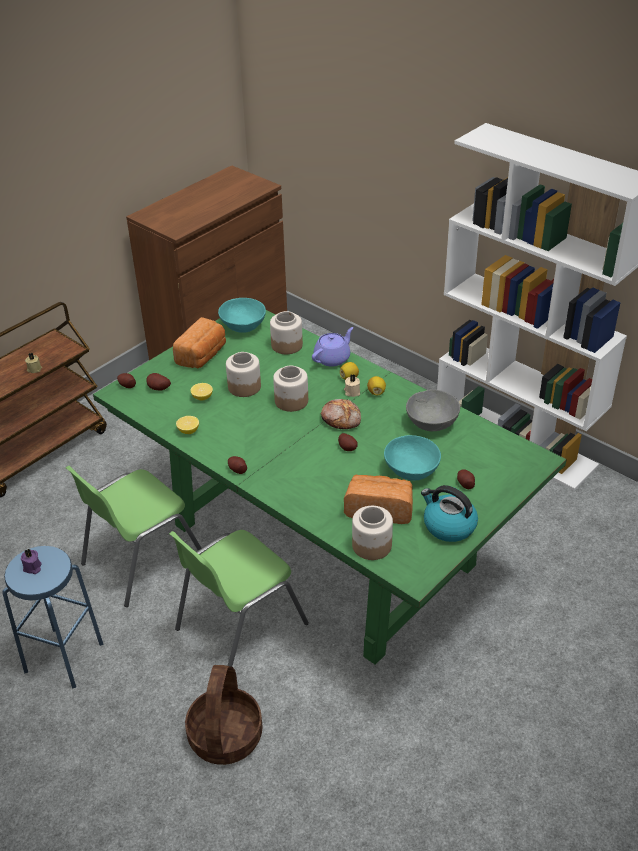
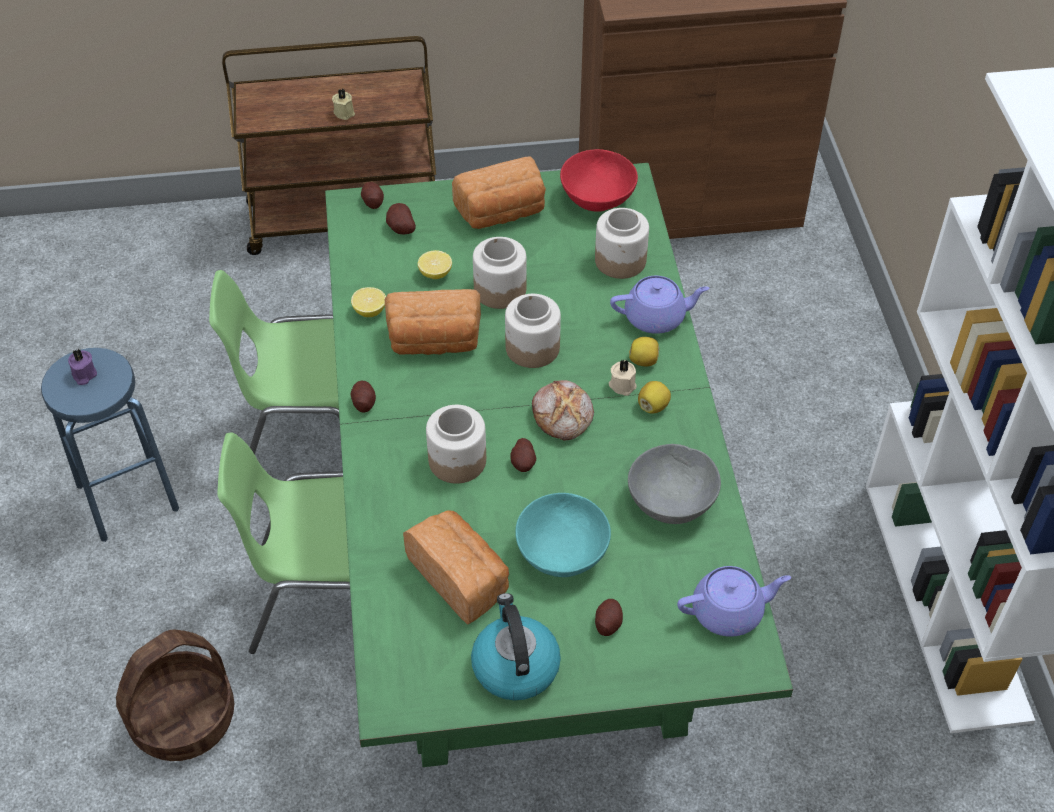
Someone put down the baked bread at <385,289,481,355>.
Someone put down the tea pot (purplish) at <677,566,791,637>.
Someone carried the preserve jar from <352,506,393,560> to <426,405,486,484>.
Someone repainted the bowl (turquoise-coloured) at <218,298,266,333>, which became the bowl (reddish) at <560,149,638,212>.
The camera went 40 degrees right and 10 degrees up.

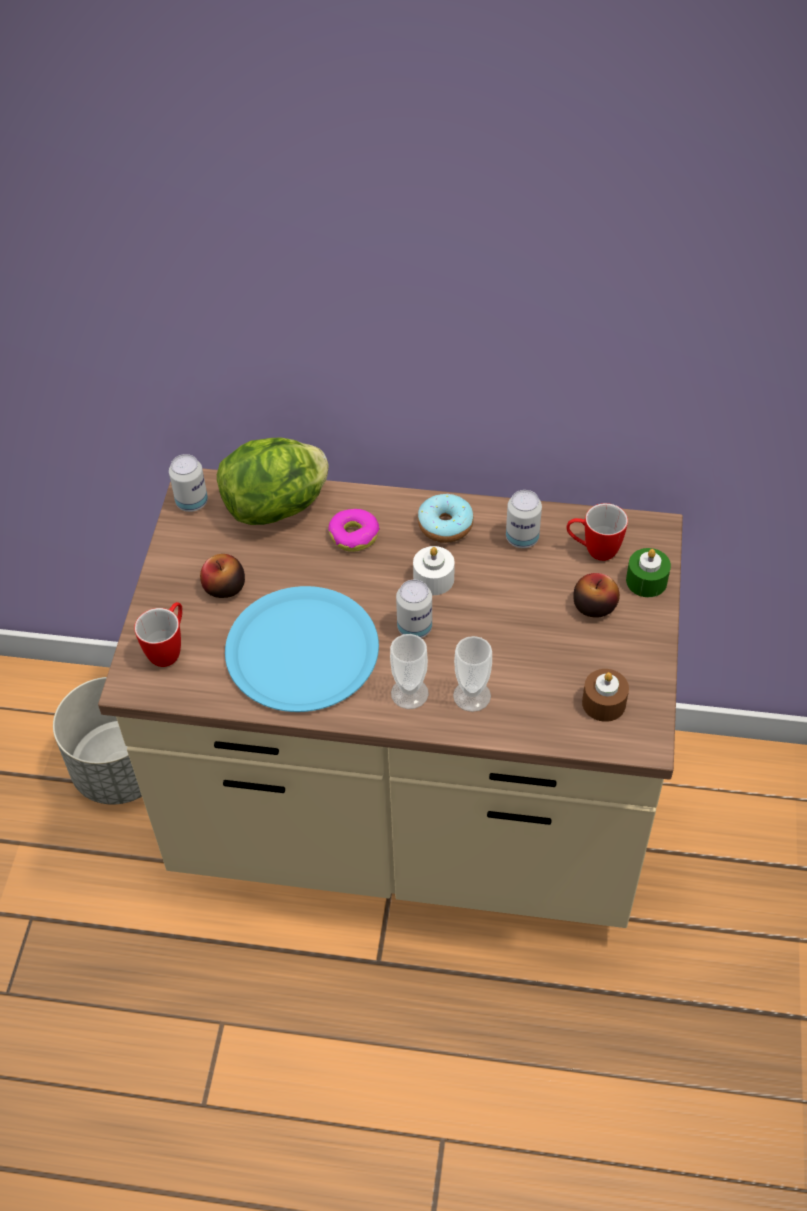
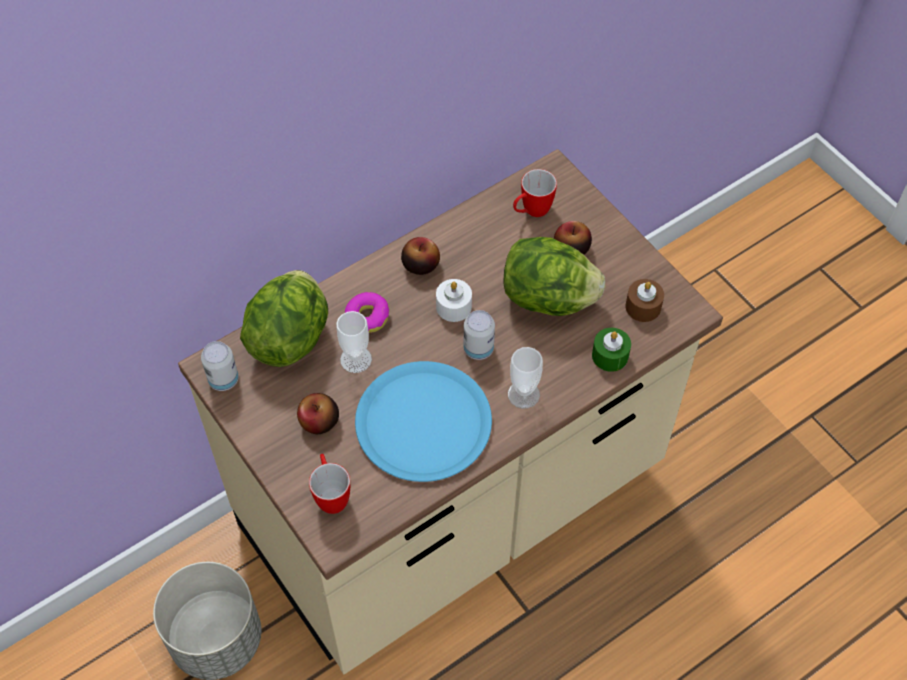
Someone took away the metal can at <506,490,542,548>.
Someone put down the lettuce head at <503,237,605,316>.
Someone carried the small cup from <453,636,492,712> to <336,311,372,373>.
Someone carried the candle (greenish) from <626,548,671,597> to <592,328,631,372>.
Someone swapped the donut at <418,493,474,543> for the whole apple at <401,237,440,275>.
The camera went 45 degrees left and 5 degrees up.

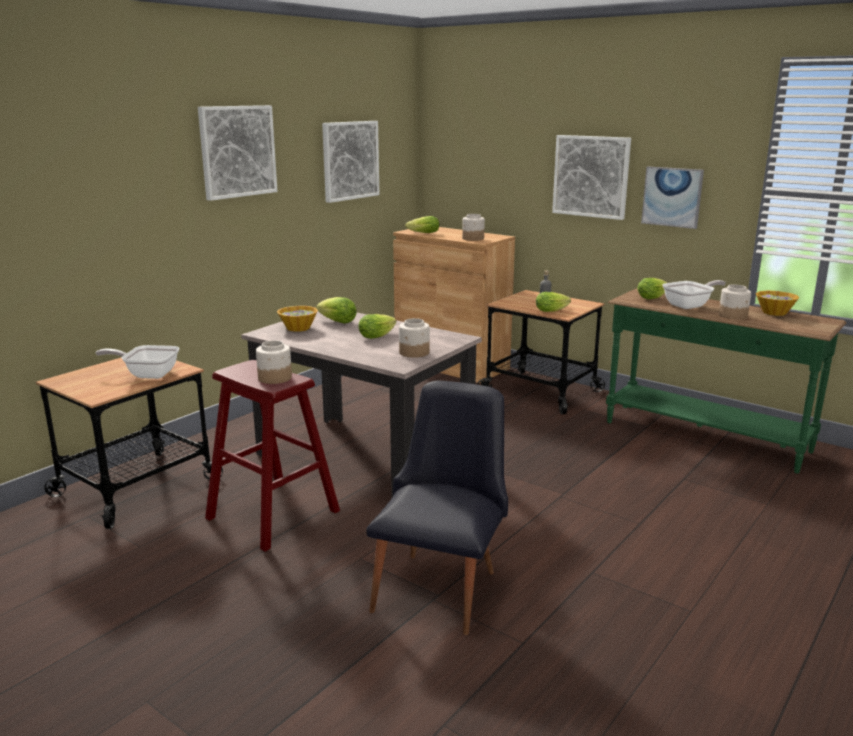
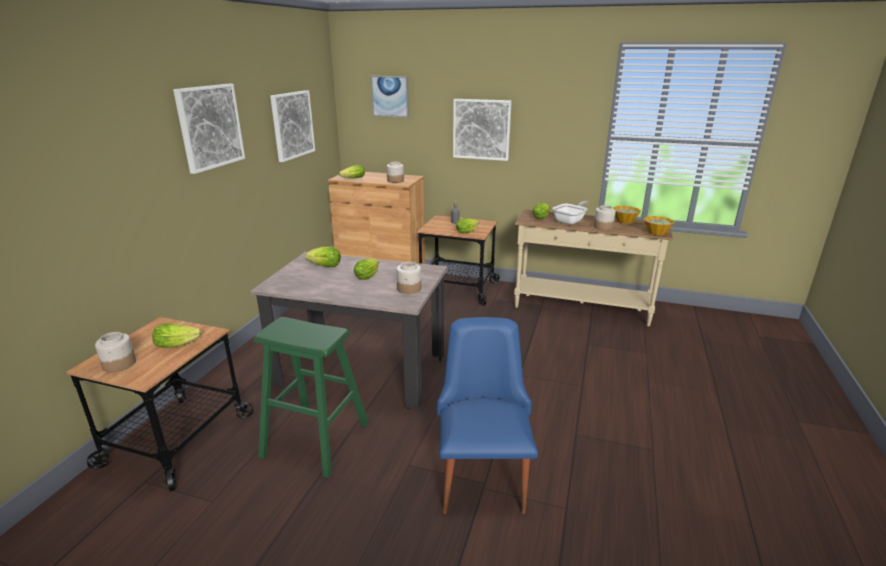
Someone carried the preserve jar from <256,340,292,384> to <95,332,136,373>.
Someone carried the bowl from <277,306,318,332> to <644,216,675,235>.
Someone carried the wall art from <641,166,704,229> to <371,76,409,118>.
Someone swapped the frying pan at <96,345,179,379> for the lettuce head at <152,323,201,348>.
Someone repainted the stool seat (reddish) at <205,360,340,552>, which became the stool seat (greenish) at <253,317,369,478>.
Someone repainted the plain chair (black) at <366,381,508,635>, which became the plain chair (blue) at <437,317,538,514>.
Someone repainted the console table (greenish) at <606,288,846,474>, which became the console table (sand-coloured) at <514,210,673,326>.
The camera went 20 degrees left and 5 degrees up.

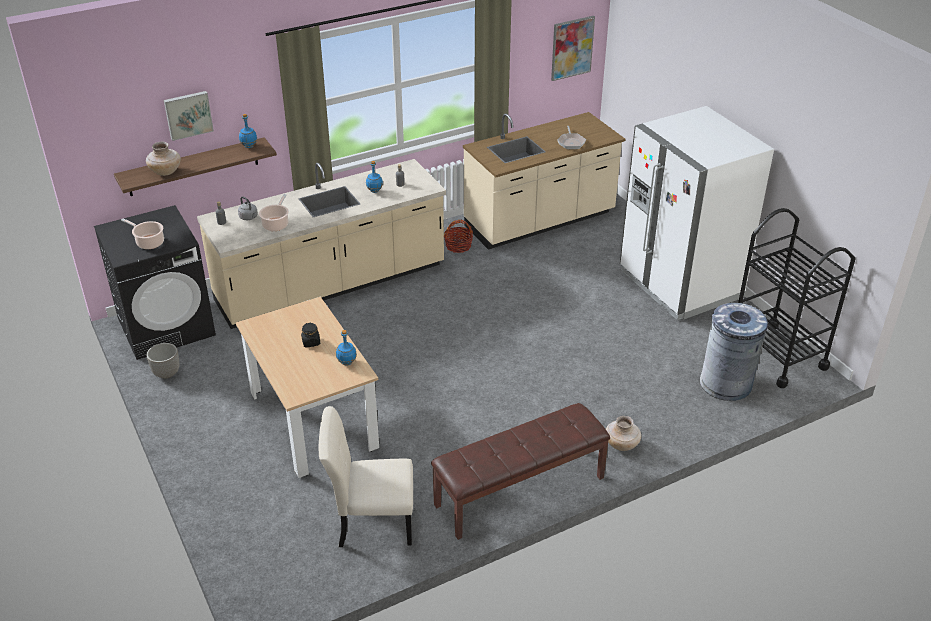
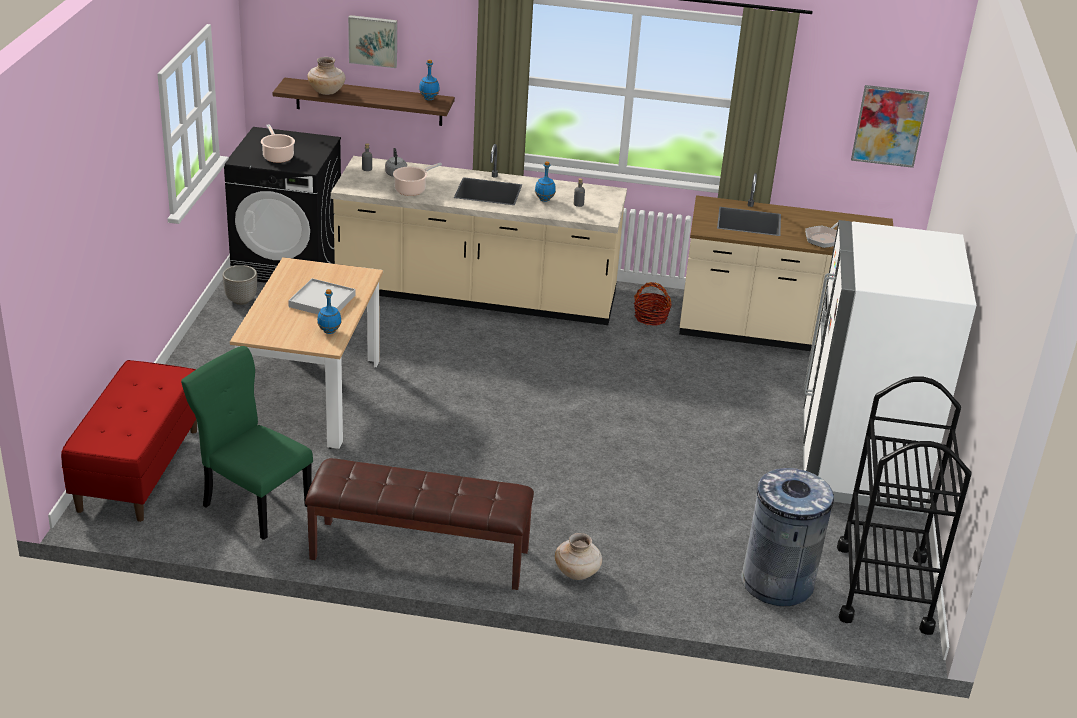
Someone put down the indoor bench (reddish) at <61,360,197,522>.
Someone swapped the preserve jar (black) at <301,323,320,348> for the tray (whitish) at <288,278,356,314>.
Someone repainted the plain chair (sand-coloured) at <319,406,413,547>, which became the plain chair (greenish) at <181,346,313,540>.
The camera went 35 degrees right and 5 degrees down.

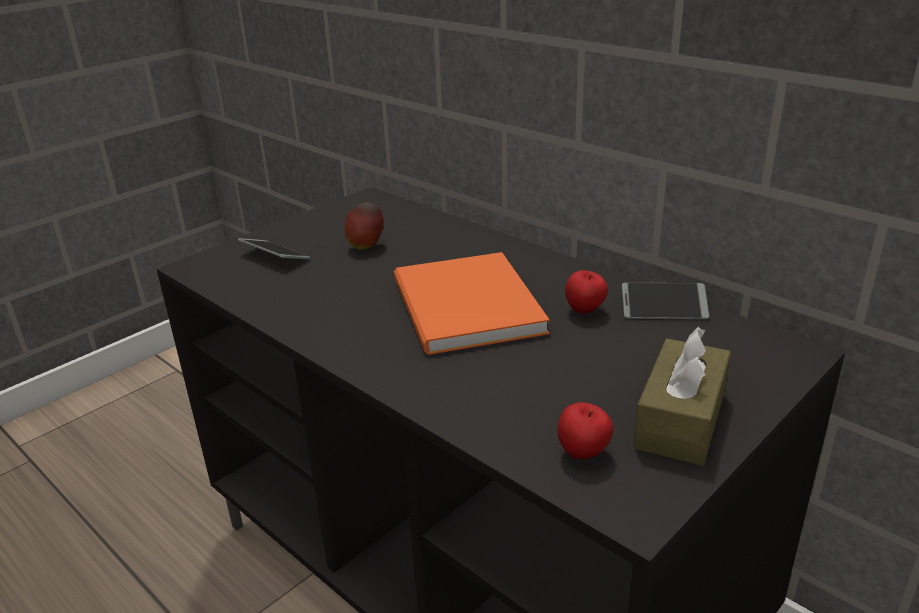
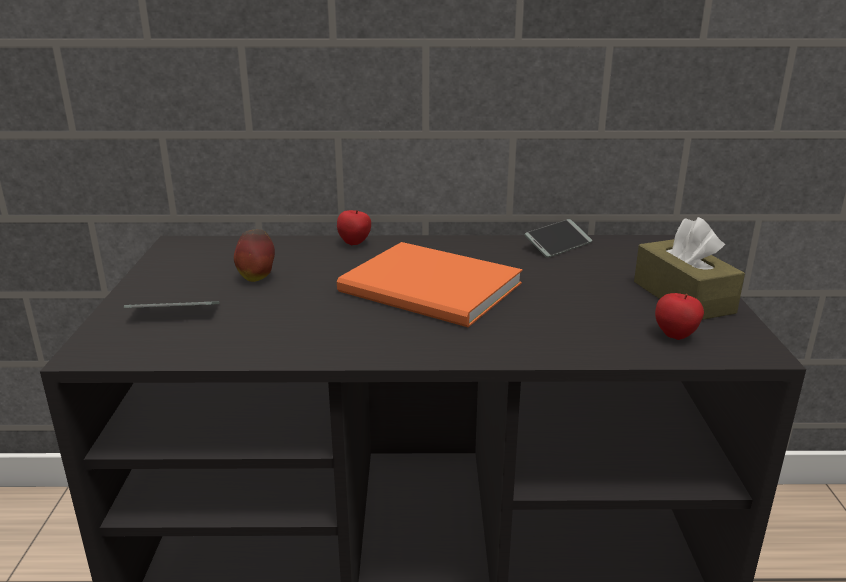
Someone carried the whole apple from <565,270,608,314> to <337,210,371,245>.
The camera went 45 degrees left and 5 degrees down.

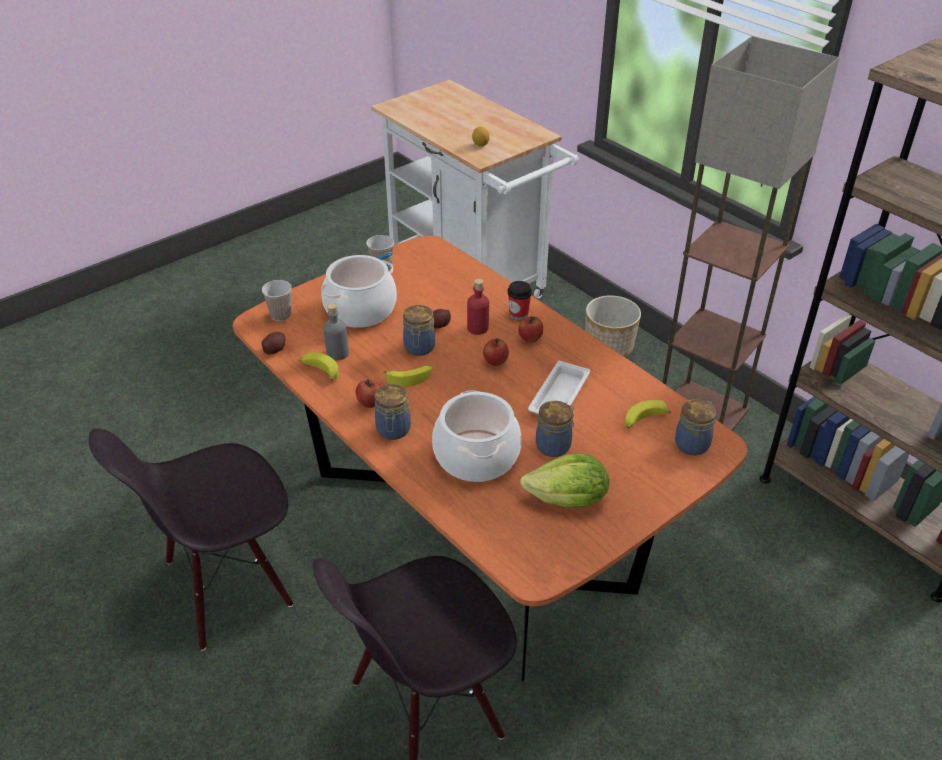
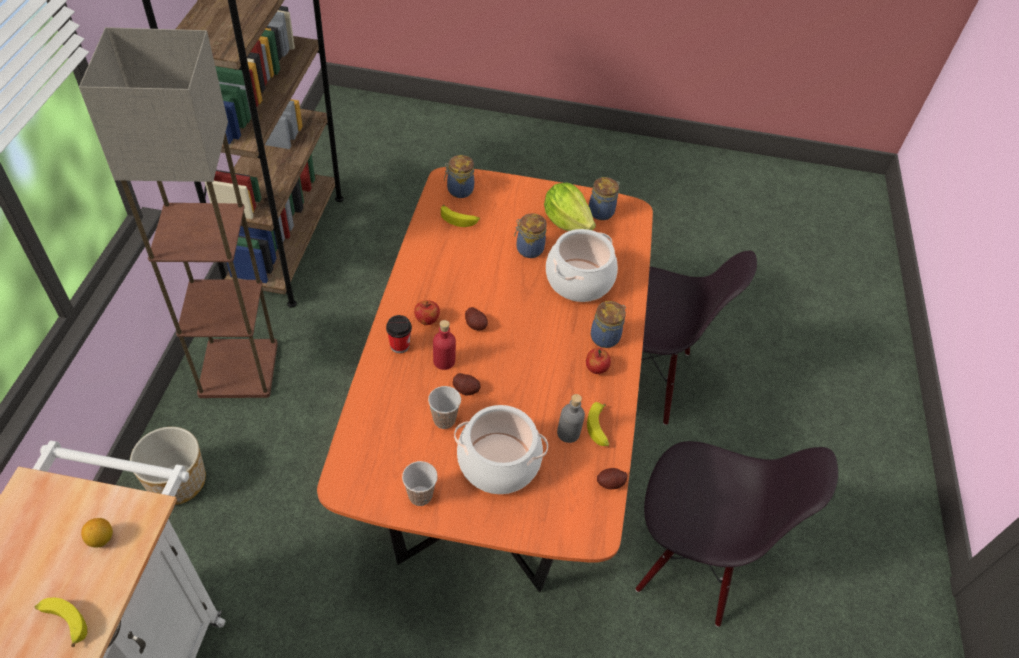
Someone took away the tray (whitish) at <528,361,590,415>.
Someone carried the small cup from <262,280,292,321> to <428,386,461,429>.
Someone carried the banana from <384,365,433,387> to <35,598,87,647>.
Someone carried the preserve jar from <403,305,435,356> to <589,177,620,220>.
Someone swapped the whole apple at <483,338,509,366> for the spud at <465,307,488,330>.
The camera went 135 degrees left and 10 degrees up.

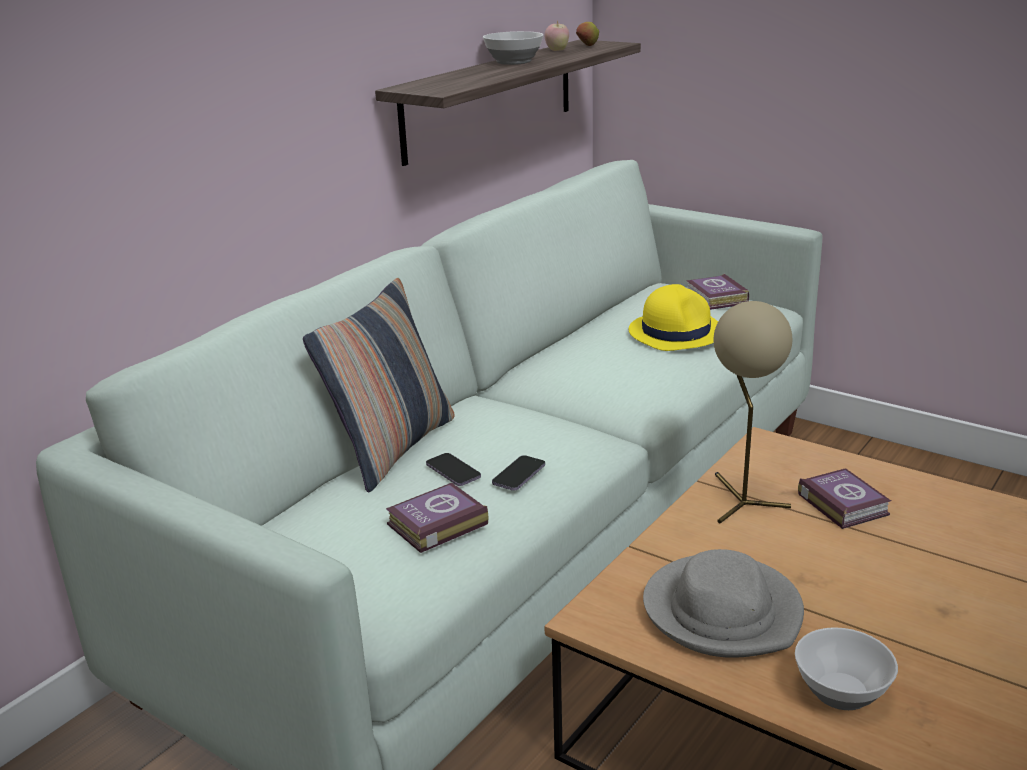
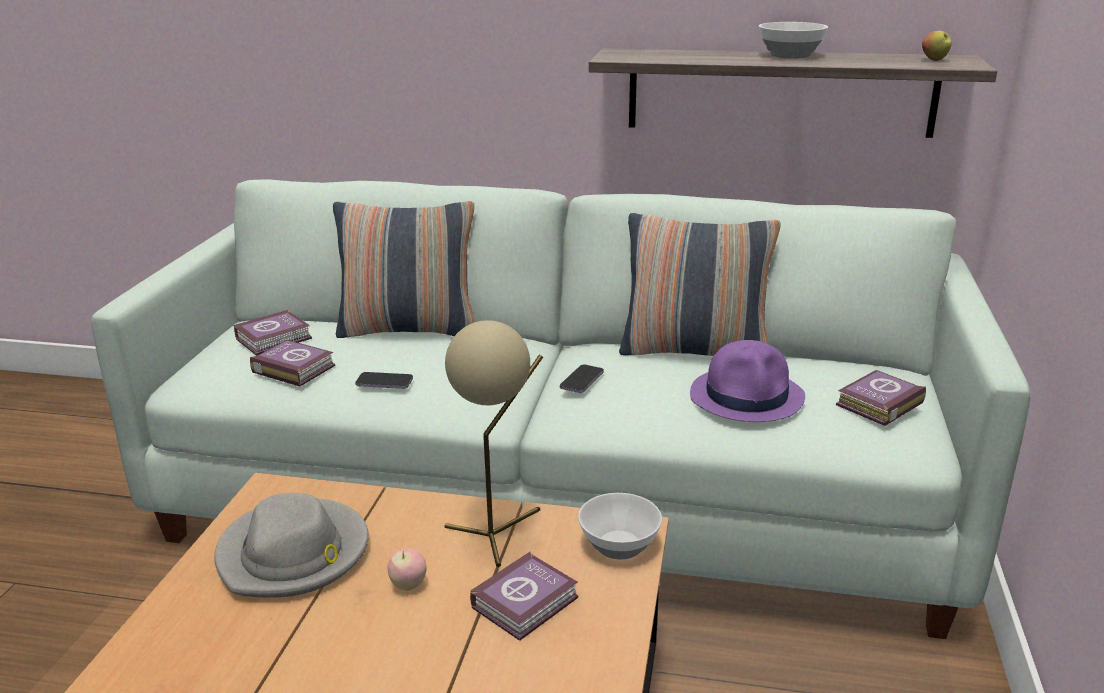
Someone put down the bound book at <234,310,312,356>.
Someone put down the pillow at <619,213,781,356>.
Someone carried the telephone from <426,453,481,486> to <560,364,604,393>.
Someone carried the whole apple from <544,21,569,51> to <387,548,427,591>.
Someone carried the bowl from <795,627,898,710> to <578,493,662,560>.
Someone repainted the wearable hat (yellow) at <629,284,718,351>, which became the wearable hat (purplish) at <690,340,805,422>.
The camera went 65 degrees right and 0 degrees up.

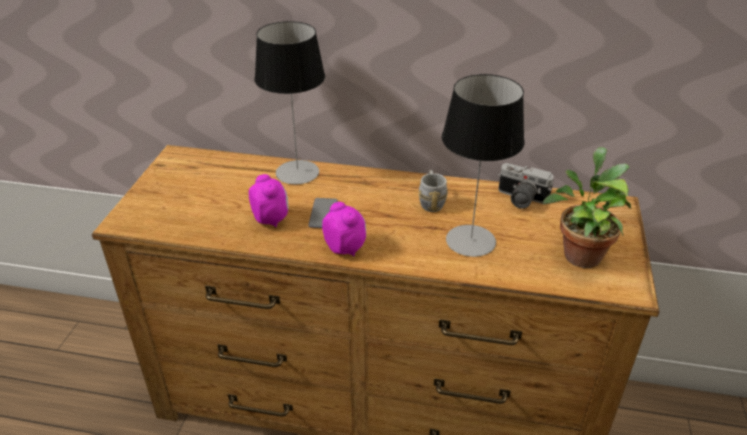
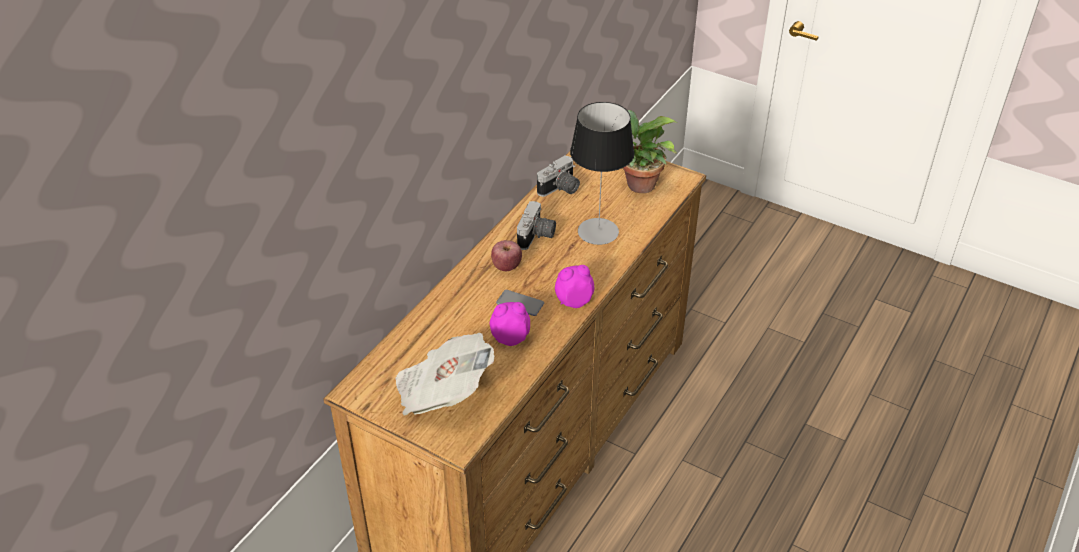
Someone took away the tabletop lamp at <254,21,325,184>.
Someone put down the newspaper at <395,333,494,415>.
Someone put down the whole apple at <491,240,522,271>.
Someone swapped the mug (gray) at <419,170,448,212> for the photo camera at <517,201,556,250>.
The camera went 70 degrees left and 5 degrees up.

